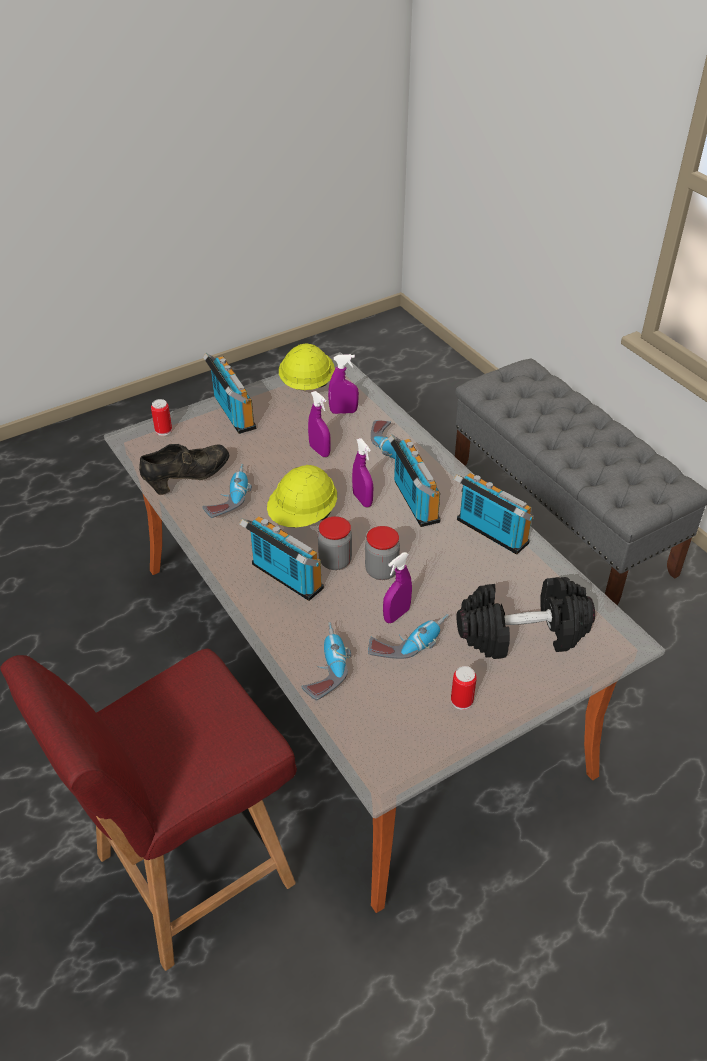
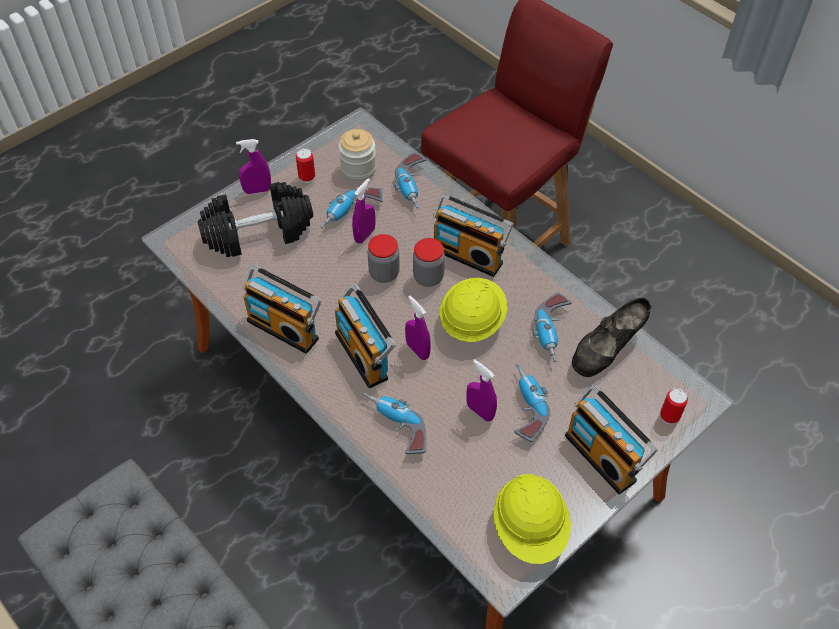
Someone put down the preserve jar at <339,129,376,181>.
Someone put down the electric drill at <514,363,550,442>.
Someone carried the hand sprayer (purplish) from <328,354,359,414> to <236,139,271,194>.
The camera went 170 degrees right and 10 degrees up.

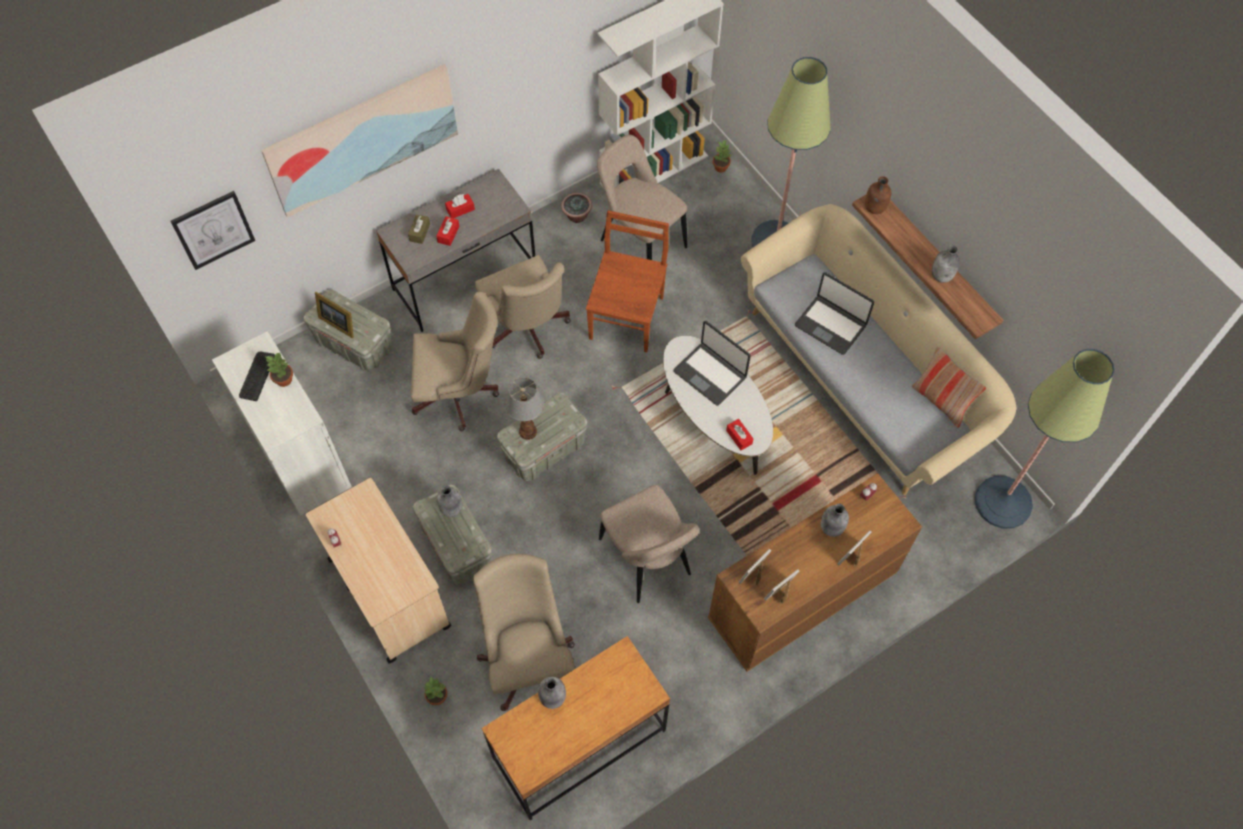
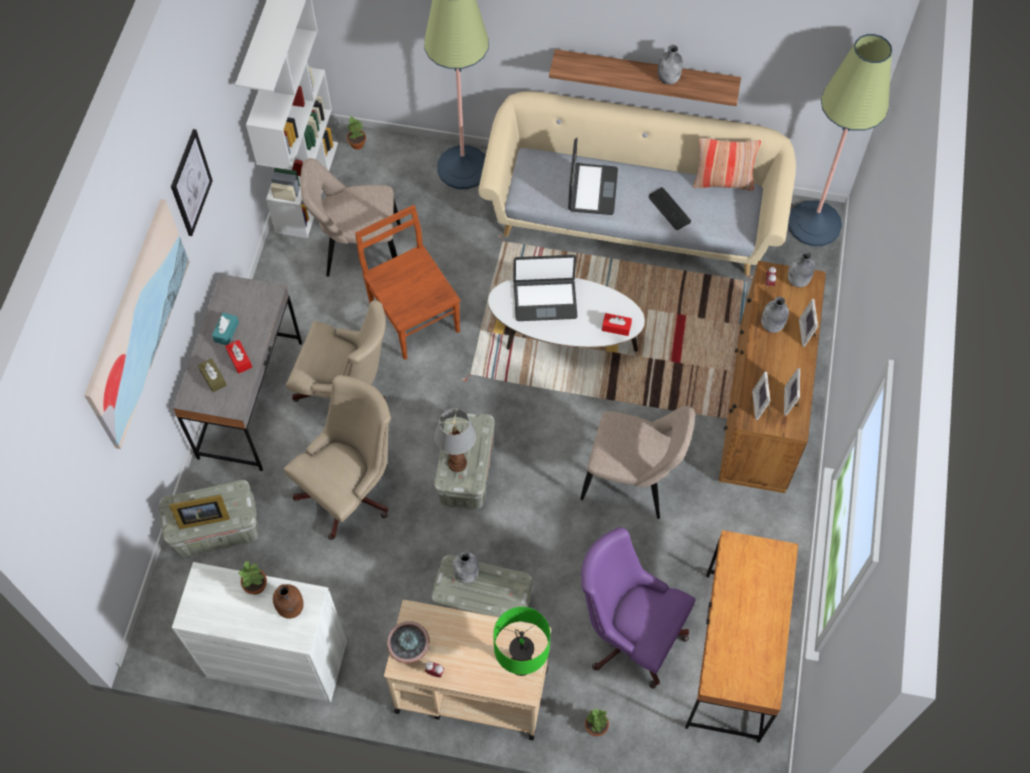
Someone put down the tabletop lamp (greenish) at <493,607,550,676>.
Someone carried the wall art from <170,191,255,270> to <171,129,213,236>.
Someone carried the keyboard from <239,351,275,401> to <649,187,691,230>.
Someone carried the bottle (gray) from <538,677,566,709> to <788,251,815,287>.
Someone carried the houseplant from <561,193,592,223> to <387,621,430,663>.
Someone carried the bottle (brown-coloured) from <865,176,891,214> to <273,584,304,619>.
Someone repainted the tissue box (reddish) at <445,194,475,218>, which became the tissue box (turquoise-coloured) at <212,313,239,345>.
Someone repainted the computer chair (sand-coloured) at <473,554,575,711>, which became the computer chair (purplish) at <581,527,696,688>.
Someone rotated the notebook computer at <795,272,874,355> by 75 degrees counterclockwise.
The camera went 45 degrees left and 0 degrees up.

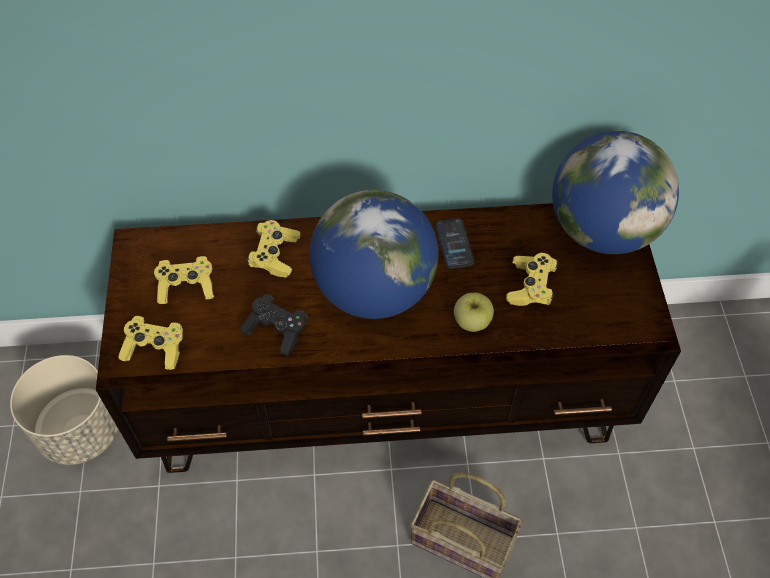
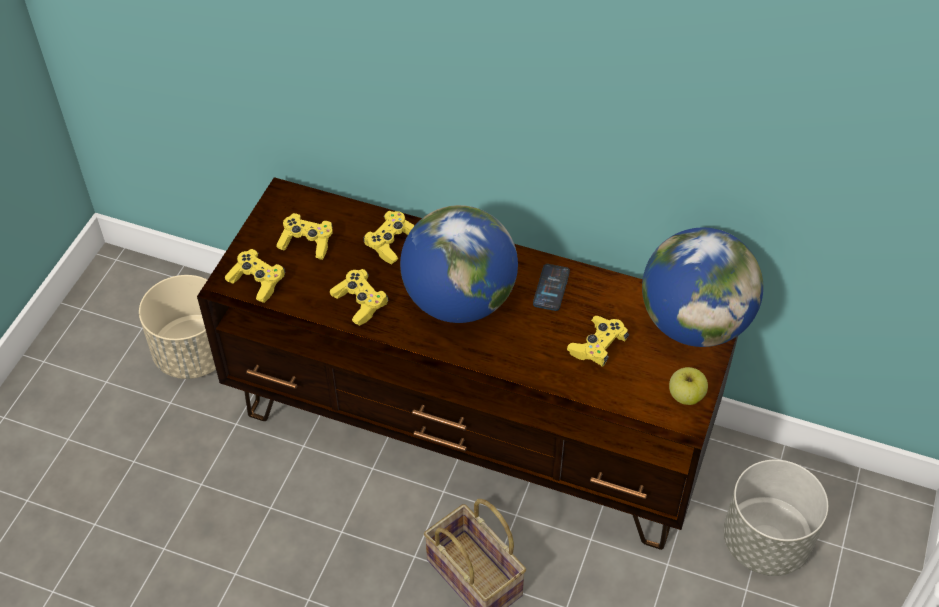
Someone put down the flower pot (gray) at <723,460,828,576>.
Someone carried the whole apple from <454,293,494,332> to <669,367,708,405>.
Someone repainted the gamepad (black) at <240,294,307,355>, which became the gamepad (yellow) at <330,269,389,326>.
The camera went 25 degrees right and 5 degrees down.

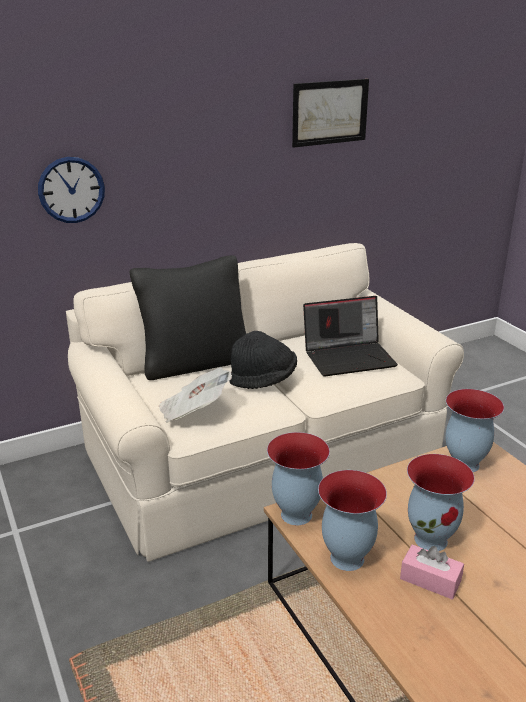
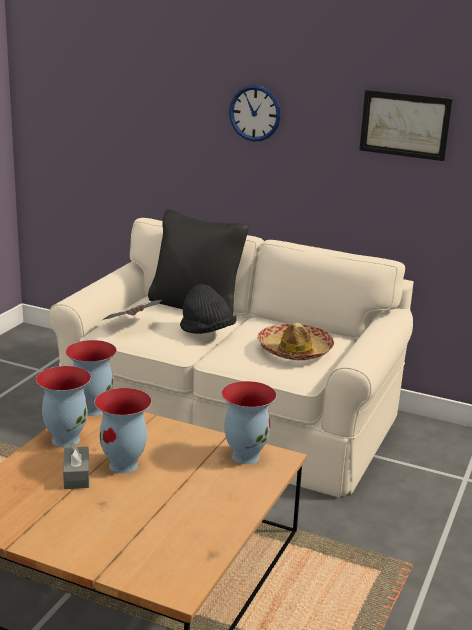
Someone carried the hanging clock from <38,157,105,223> to <229,85,281,142>.
Someone swapped the notebook computer at <303,296,398,377> for the wearable hat at <257,323,334,360>.
Someone repainted the tissue box (pink-coloured) at <400,544,464,600>, which became the tissue box (gray) at <63,442,89,489>.
The camera went 50 degrees right and 5 degrees down.

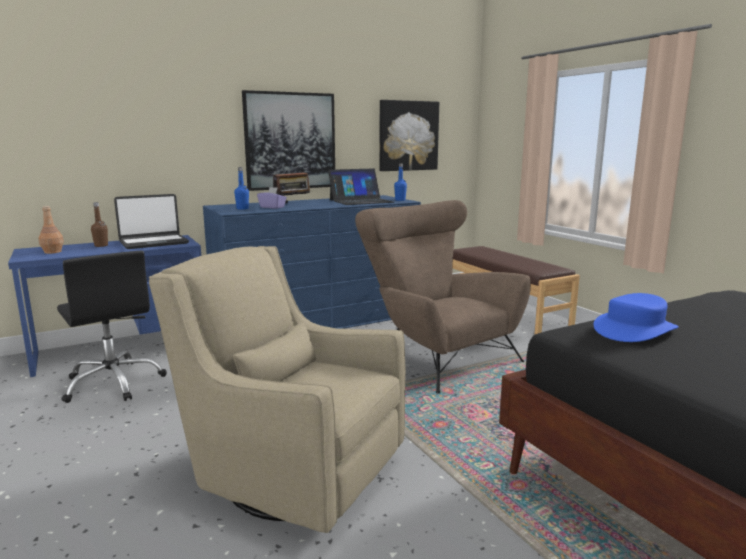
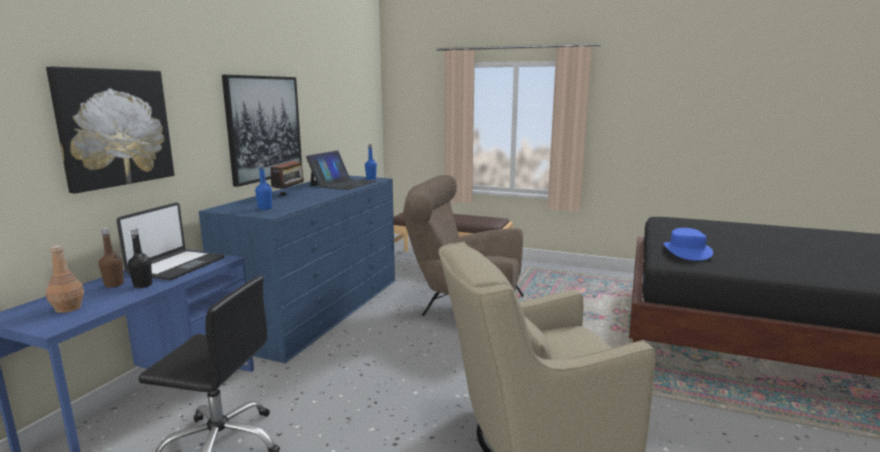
Someone took away the tissue box (purplish) at <257,187,287,209>.
Someone put down the bottle (black) at <128,229,152,288>.
Someone carried the wall art from <379,100,439,171> to <46,67,174,194>.
The camera went 40 degrees left and 0 degrees up.

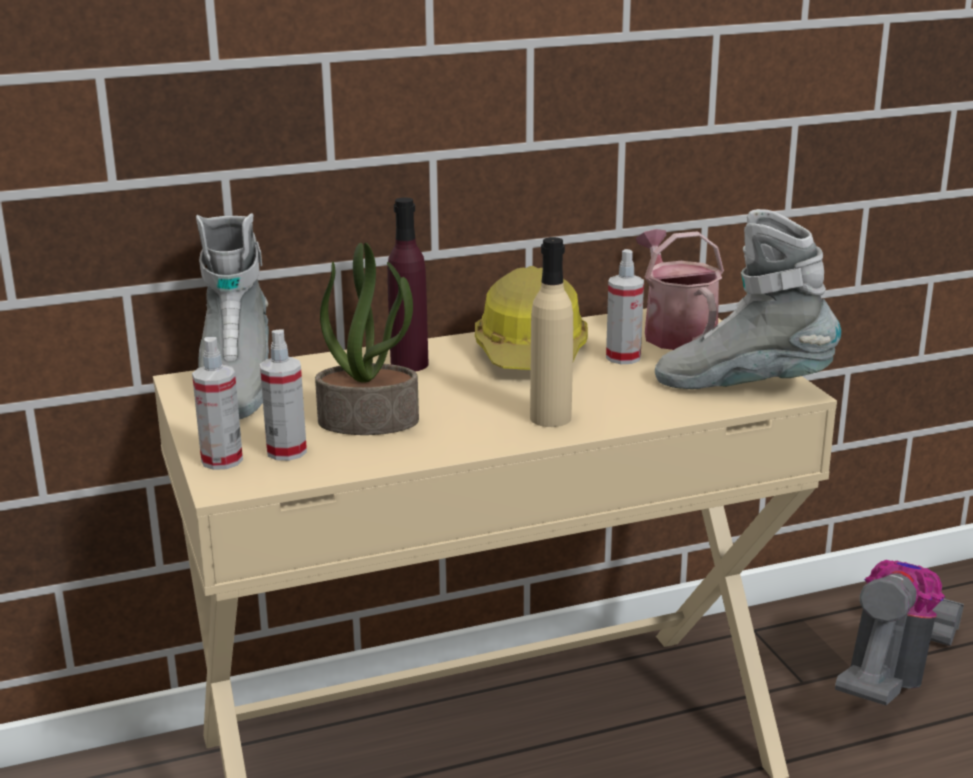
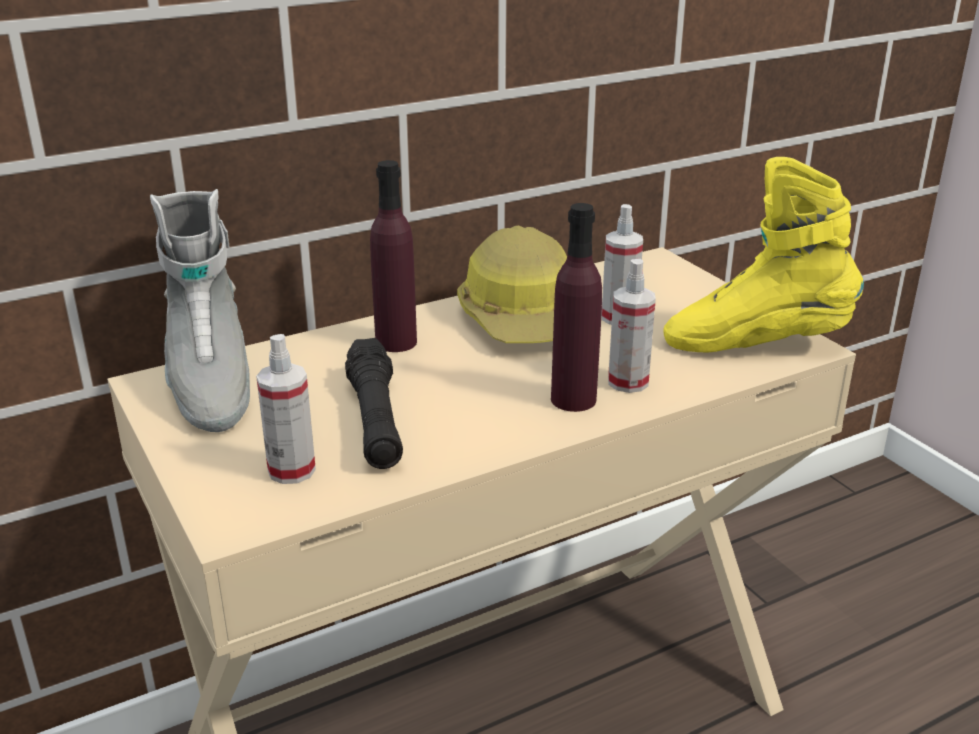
Someone took away the watering can at <636,229,724,350>.
Someone took away the hoover at <835,560,964,706>.
Someone carried the hand sprayer from <192,337,243,470> to <608,259,656,393>.
Someone swapped the houseplant at <315,243,419,435> for the hand torch (black) at <345,338,403,469>.
Someone repainted the bottle (sand-coloured) at <530,237,573,427>, which became the bottle (purplish) at <551,203,602,412>.
Someone repainted the tall boot (gray) at <655,209,841,389>, which became the tall boot (yellow) at <663,157,864,352>.
The camera went 10 degrees left and 5 degrees up.

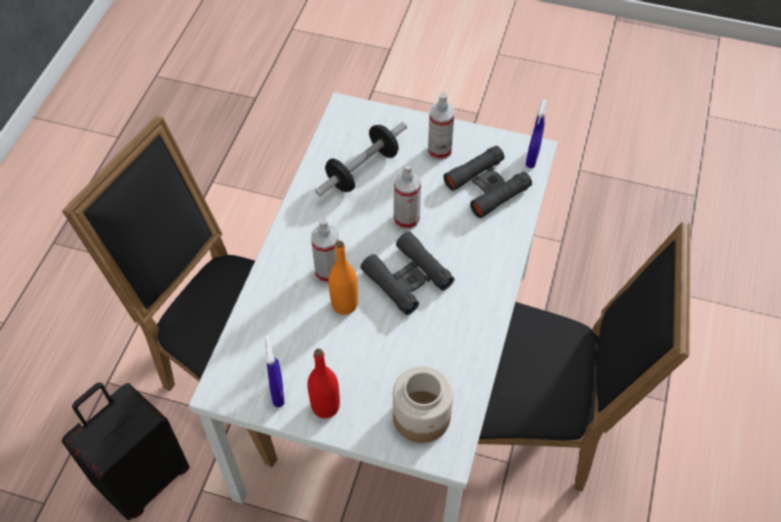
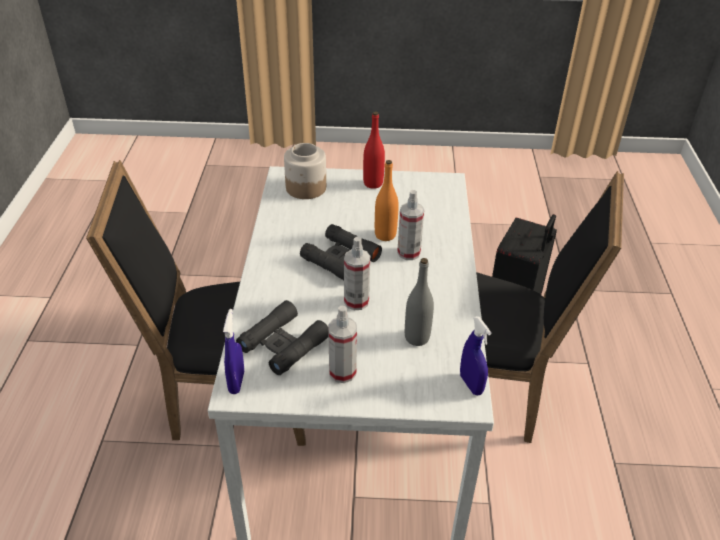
Someone carried the hand sprayer (blue) from <265,334,285,407> to <460,316,491,396>.
Someone swapped the free weight at <315,122,407,196> for the bottle (gray) at <405,258,434,346>.
The camera went 165 degrees right and 15 degrees down.

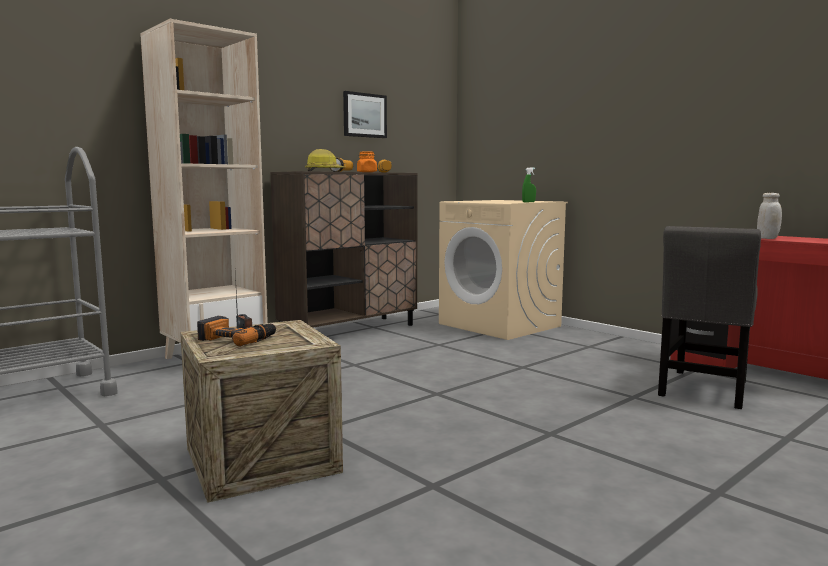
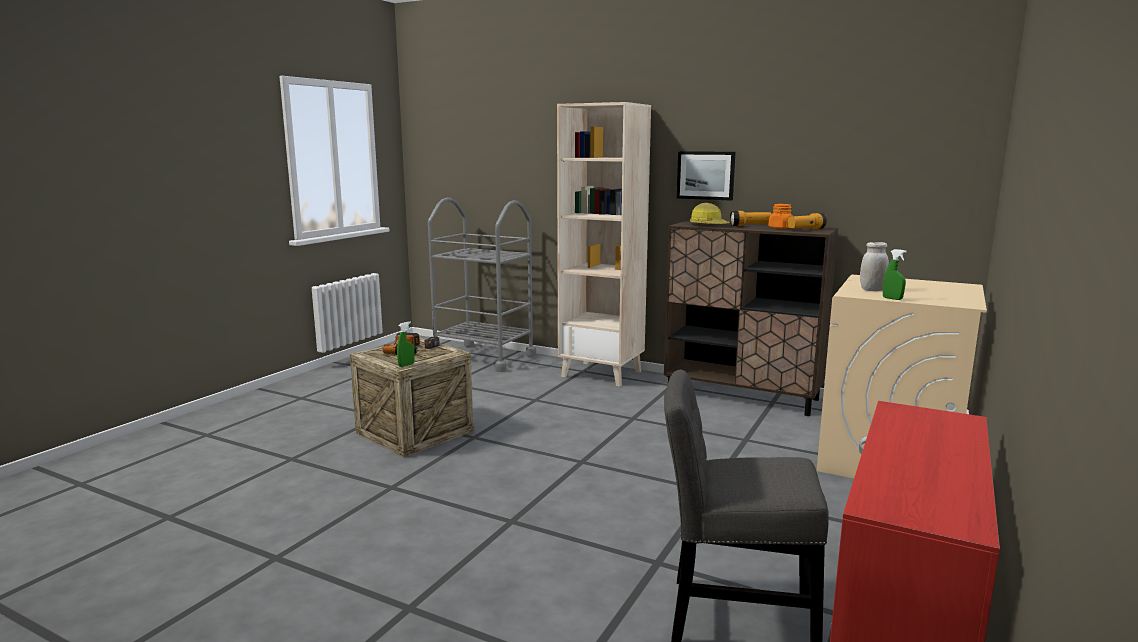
Someone put down the hand sprayer (greenish) at <397,322,415,367>.
Someone carried the wall art from <343,91,387,138> to <677,151,736,201>.
Someone carried the preserve jar (whitish) from <757,193,782,239> to <860,242,889,291>.
The camera went 70 degrees right and 5 degrees up.

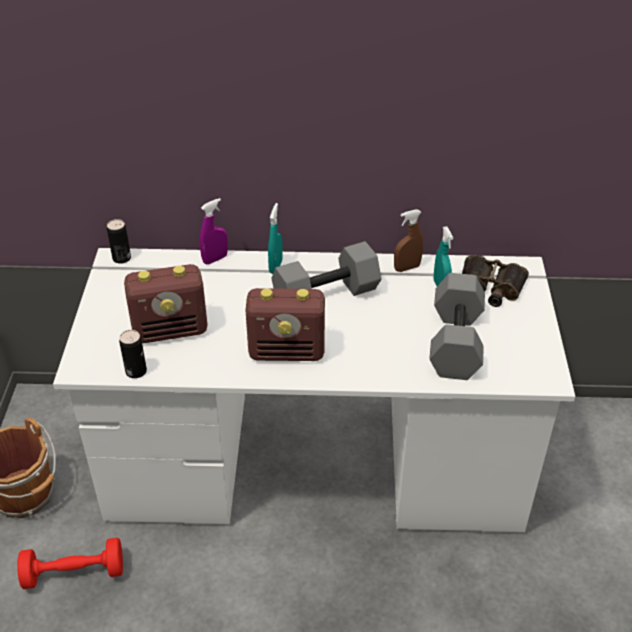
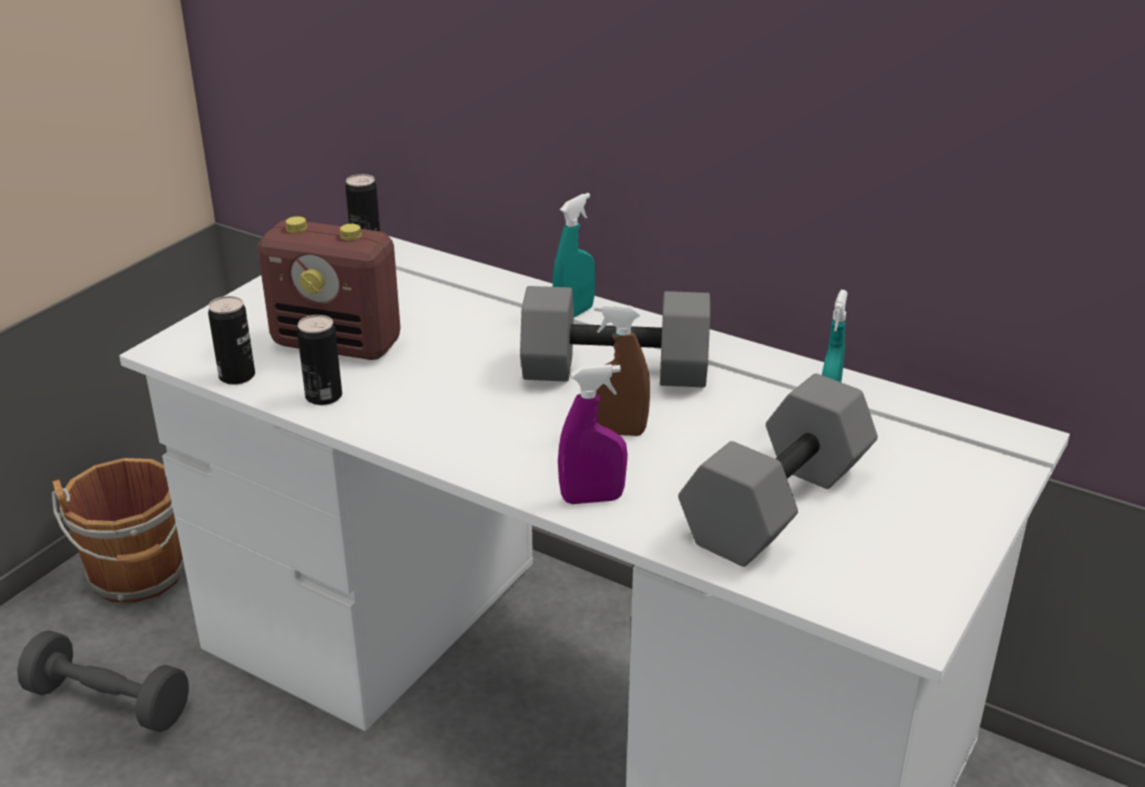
Someone took away the radio at <245,288,325,361>.
Someone took away the binoculars at <462,255,529,307>.
Someone put down the metal can at <297,315,342,405>.
Someone carried the hand sprayer (purplish) from <199,198,228,264> to <558,364,628,504>.
Someone carried the hand sprayer (brown-coloured) from <394,209,423,272> to <594,304,650,436>.
Someone repainted the free weight (reddish) at <17,538,123,589>, which became the free weight (gray) at <17,630,189,732>.
The camera went 30 degrees right and 10 degrees down.

